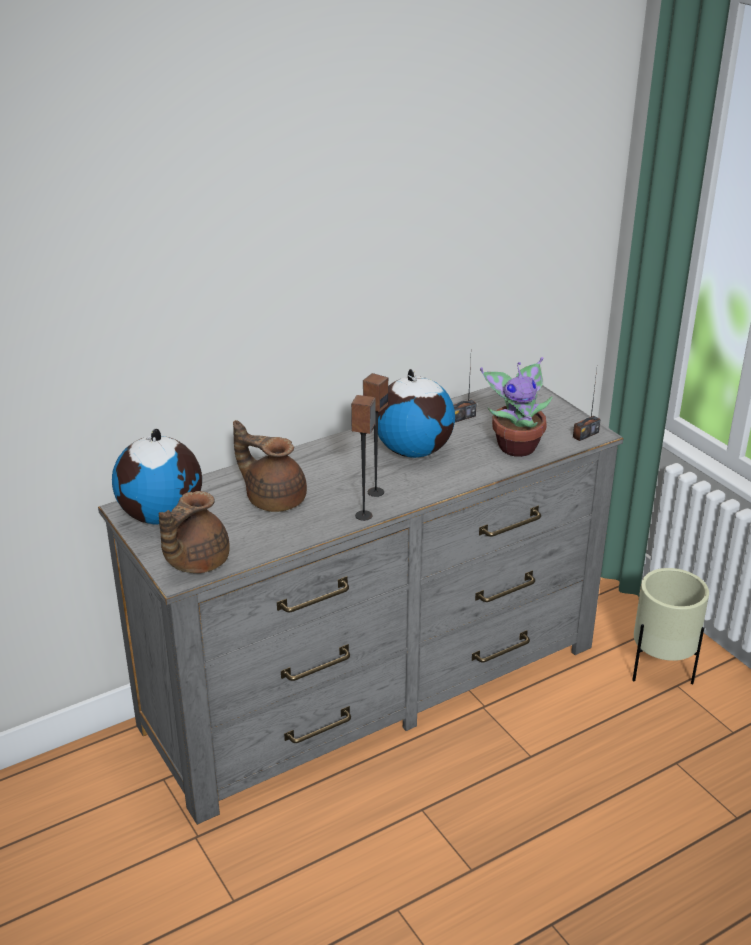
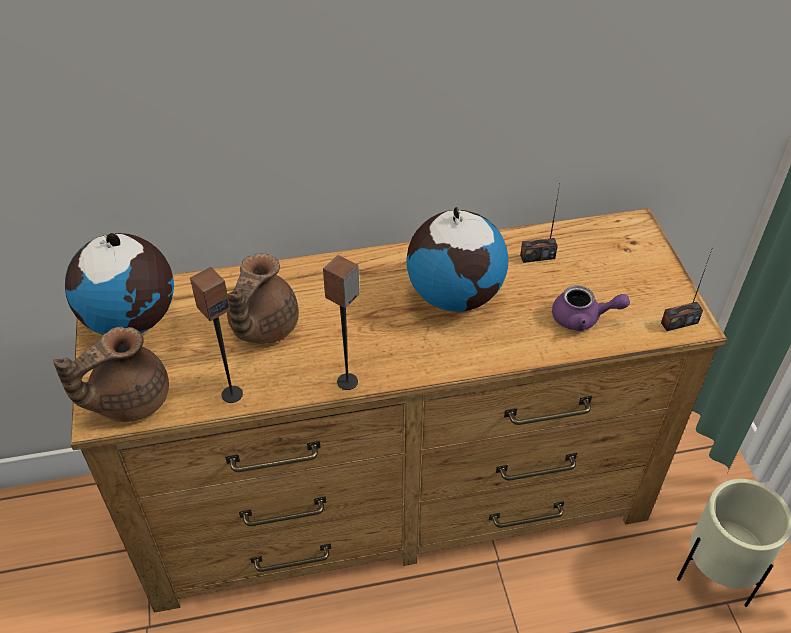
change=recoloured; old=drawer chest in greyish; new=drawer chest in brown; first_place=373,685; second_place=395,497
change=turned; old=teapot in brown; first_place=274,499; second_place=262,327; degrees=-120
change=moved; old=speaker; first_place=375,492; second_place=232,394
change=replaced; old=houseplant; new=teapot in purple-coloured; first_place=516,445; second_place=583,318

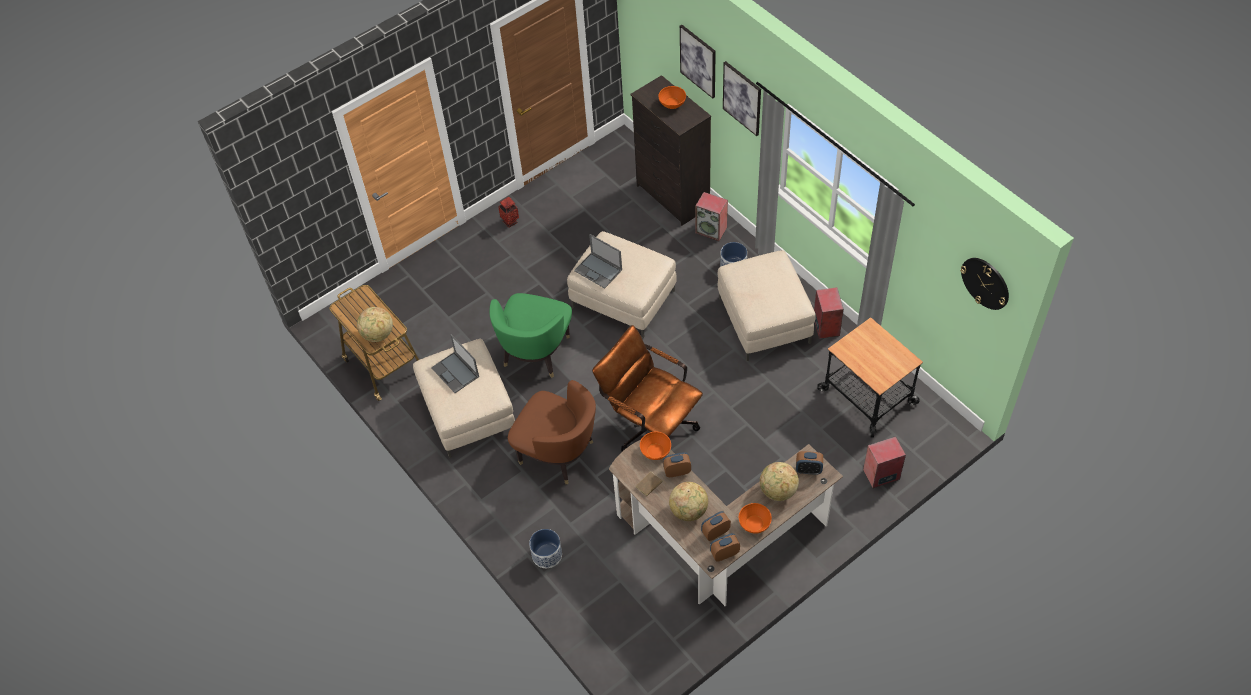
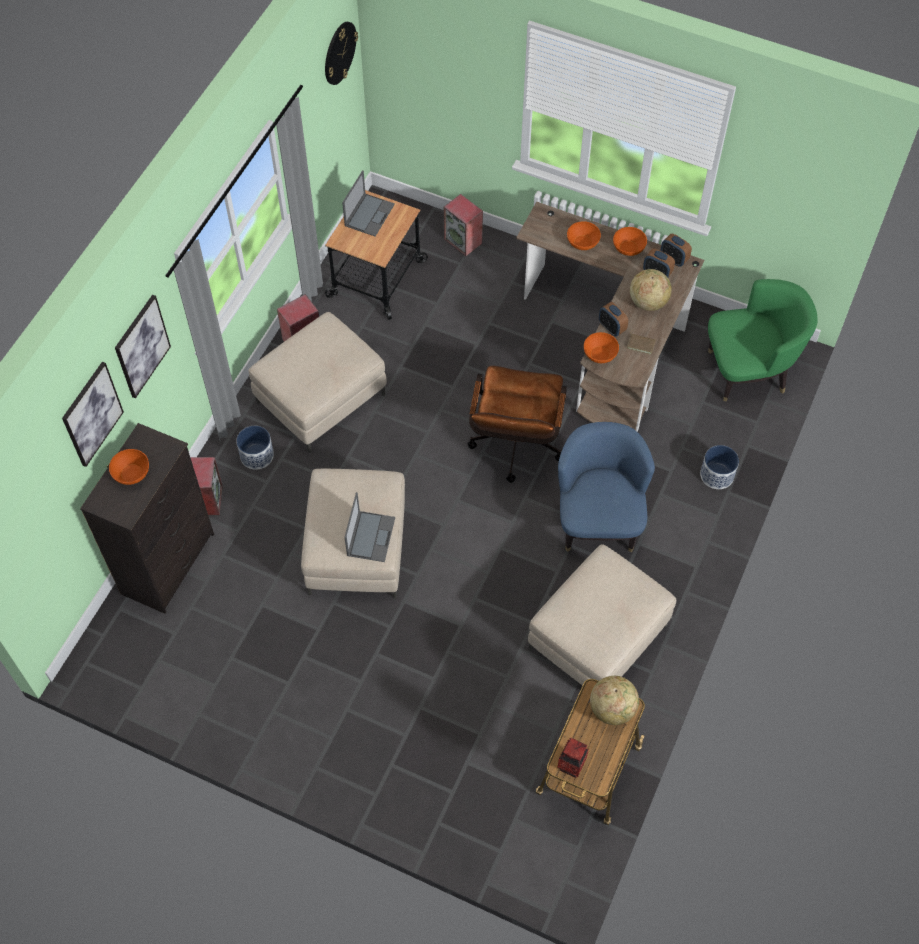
change=moved; old=notebook computer; first_place=455,372; second_place=369,214
change=moved; old=easy chair in greenish; first_place=536,353; second_place=748,371
change=moved; old=vase; first_place=510,222; second_place=571,766
change=recoloured; old=easy chair in brown; new=easy chair in blue; first_place=558,453; second_place=598,519
change=replaced; old=desk globe; new=serving bowl in orange-coloured; first_place=778,491; second_place=583,242
change=removed; old=bedside clock; first_place=808,469

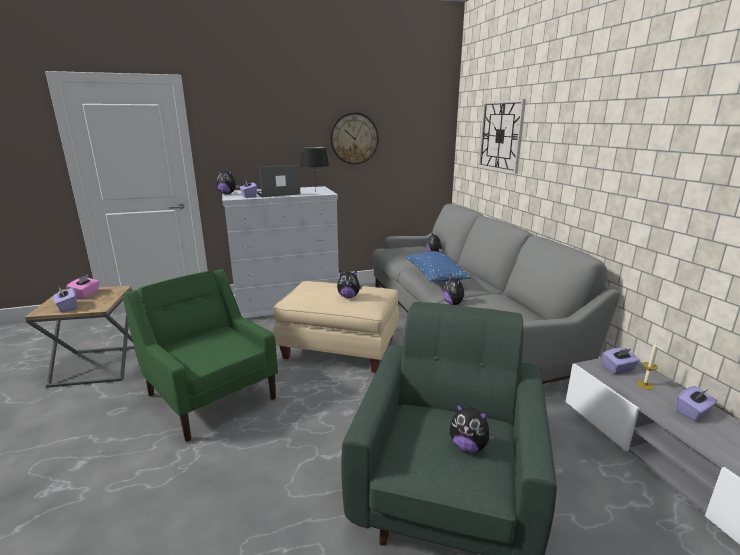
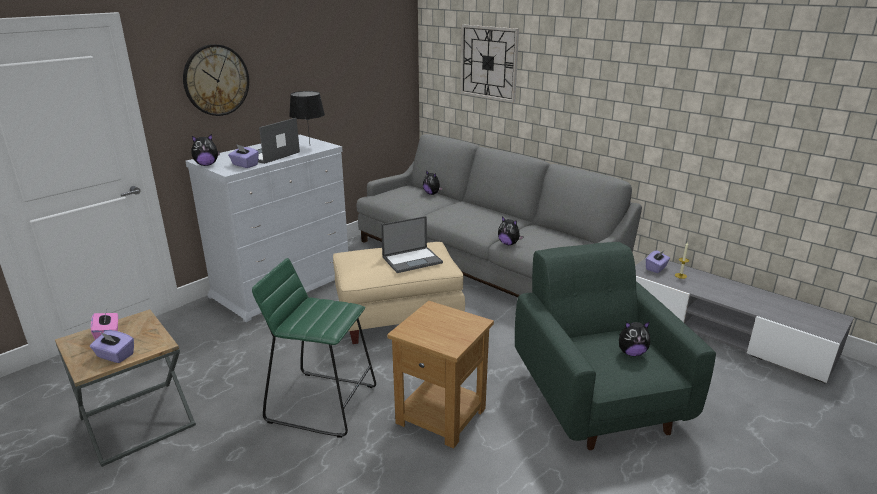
change=replaced; old=easy chair in greenish; new=stool seat in greenish; first_place=211,395; second_place=322,403
change=moved; old=clock on the wall; first_place=354,138; second_place=216,80
change=replaced; old=plush toy; new=notebook computer; first_place=348,296; second_place=412,260
change=removed; old=pillow in blue; first_place=435,277
change=removed; old=tissue holder in purple-coloured; first_place=693,412
change=added; new=end table in brown; second_place=442,416

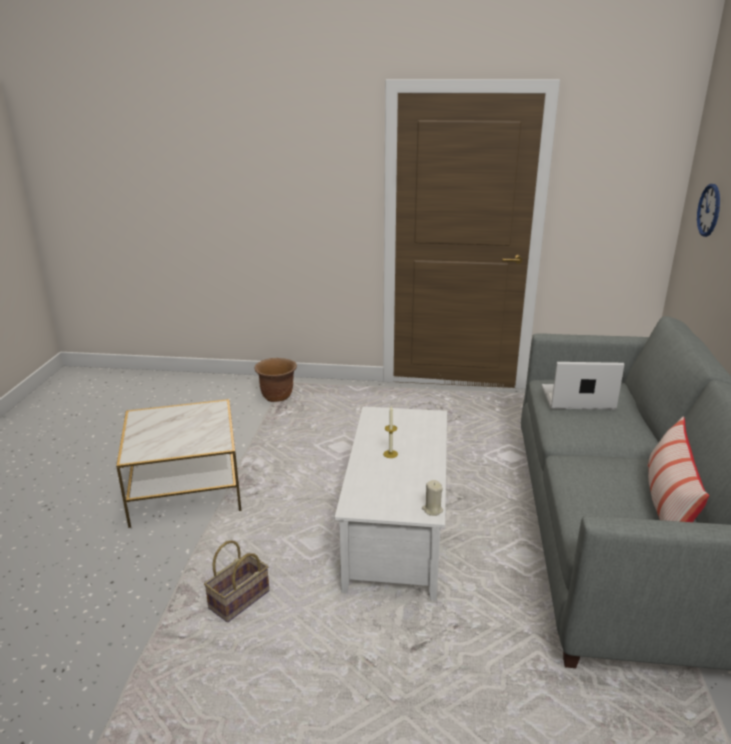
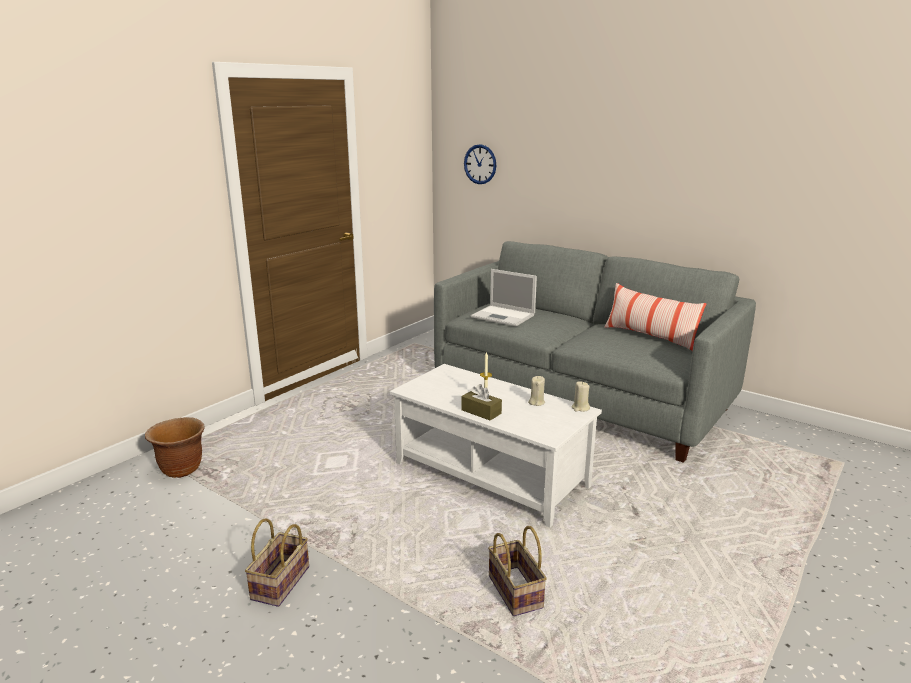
change=replaced; old=end table; new=household basket; first_place=186,488; second_place=281,584
change=turned; old=notebook computer; first_place=576,398; second_place=504,316; degrees=-90
change=added; new=tissue holder in brown; second_place=481,412
change=added; new=candle in beige-coloured; second_place=536,402

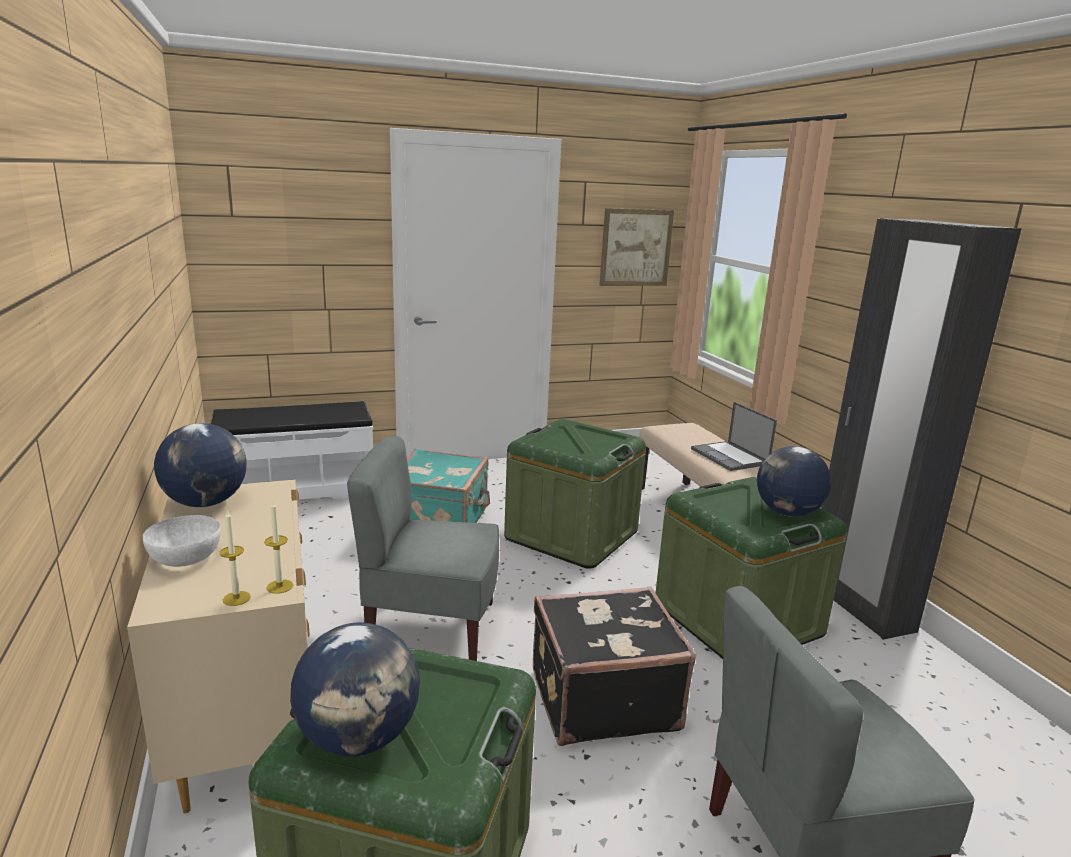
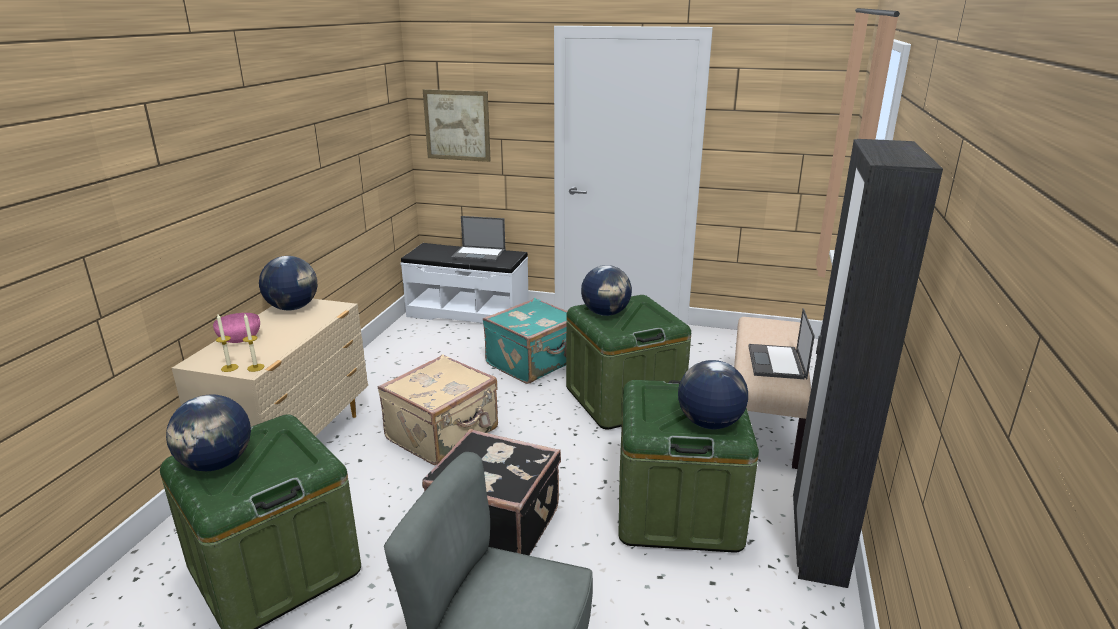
change=recoloured; old=serving bowl in white; new=serving bowl in pinkish; first_place=185,559; second_place=239,339
change=replaced; old=upright chair in greyish; new=piece of luggage in beige-coloured; first_place=431,628; second_place=444,434
change=moved; old=wall picture; first_place=636,248; second_place=457,125
change=added; new=notebook computer; second_place=479,254
change=added; new=desk globe; second_place=606,313

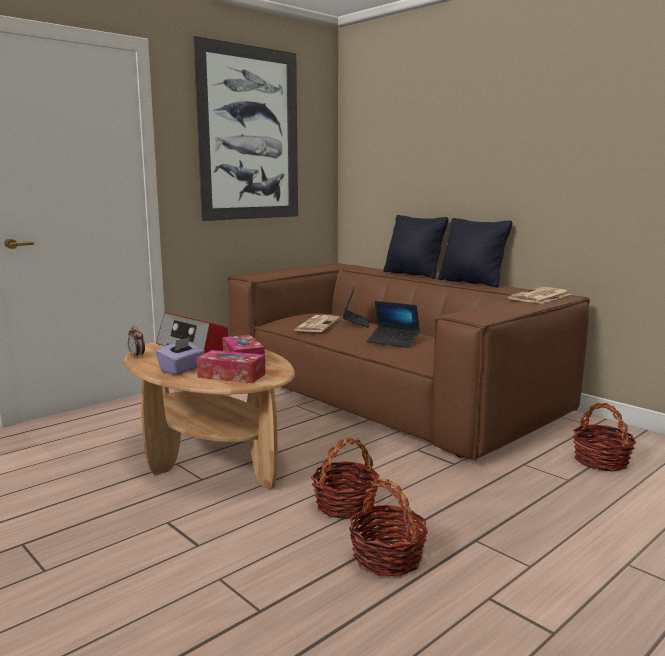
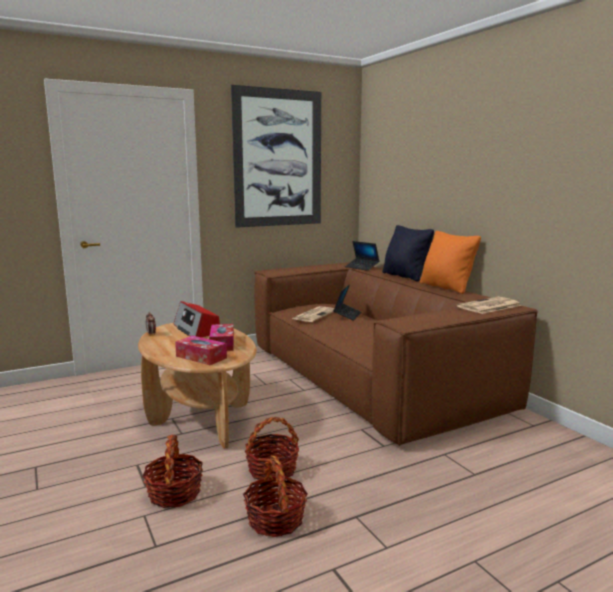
change=removed; old=tissue holder in purple-coloured; first_place=182,370
change=moved; old=notebook computer; first_place=393,341; second_place=362,267
change=recoloured; old=pillow in black; new=pillow in orange-coloured; first_place=471,282; second_place=446,287
change=moved; old=household basket; first_place=600,461; second_place=174,493

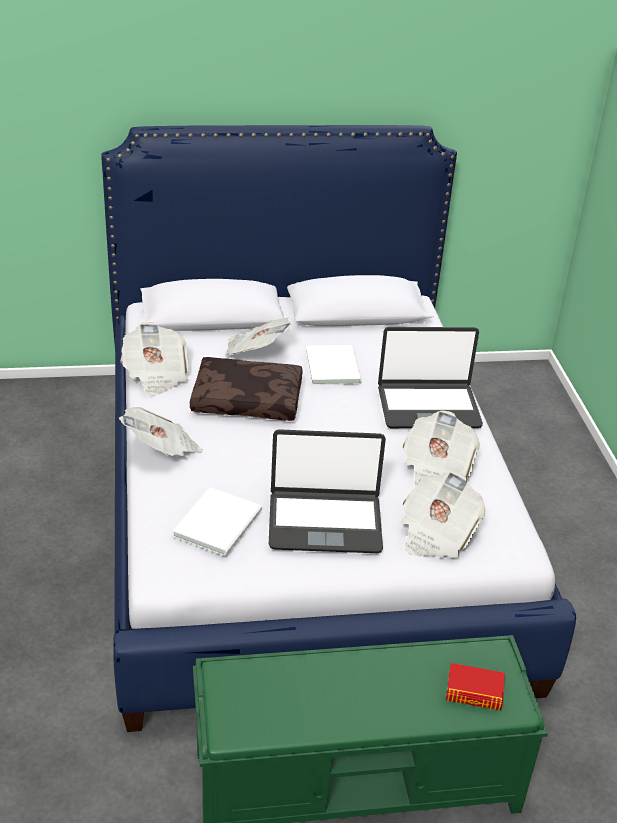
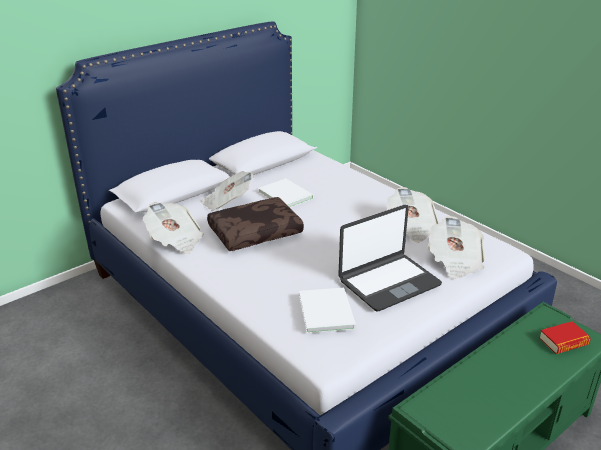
change=removed; old=daily paper; first_place=162,449
change=removed; old=notebook computer; first_place=428,407

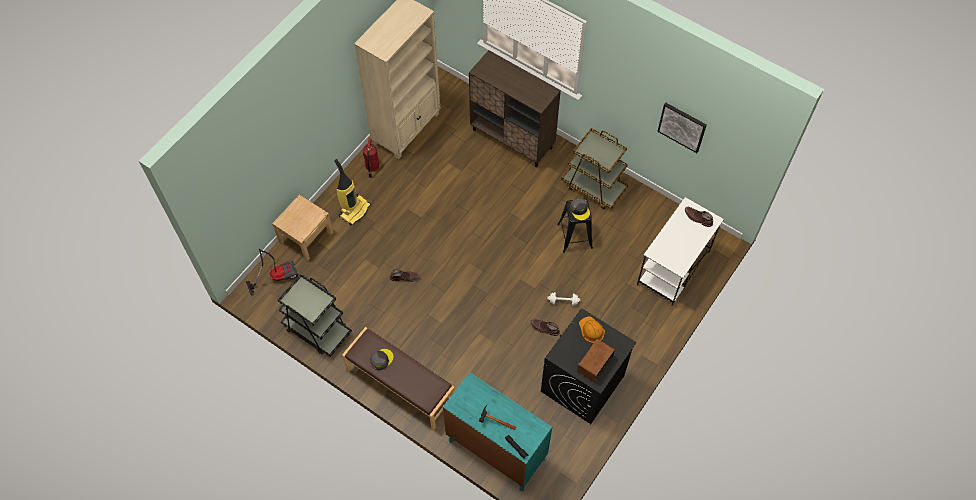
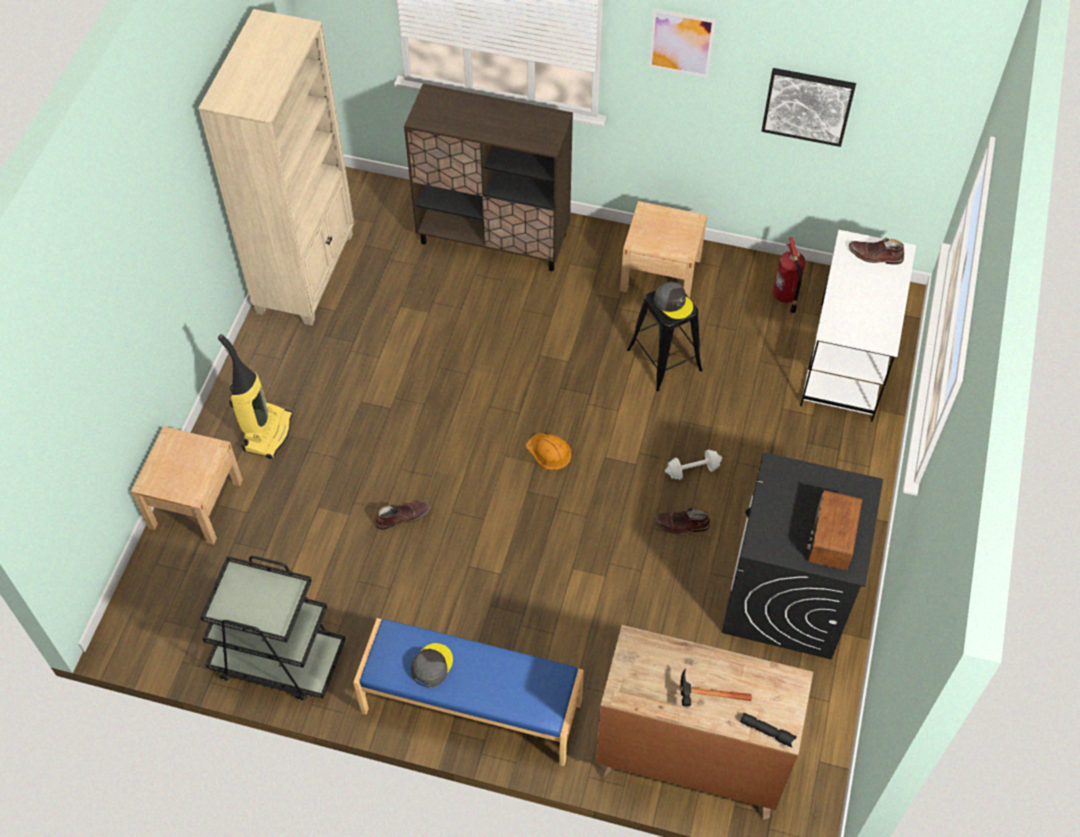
change=removed; old=hoover; first_place=276,276
change=recoloured; old=indoor bench in brown; new=indoor bench in blue; first_place=400,386; second_place=471,708
change=moved; old=extinguisher; first_place=372,167; second_place=785,296
change=recoloured; old=drawer chest in turquoise-coloured; new=drawer chest in brown; first_place=496,449; second_place=689,760
change=replaced; old=cart in brown; new=nightstand in beige-coloured; first_place=594,187; second_place=660,274
change=moved; old=safety helmet in orange-coloured; first_place=591,330; second_place=549,452
change=added; new=wall picture; second_place=681,43

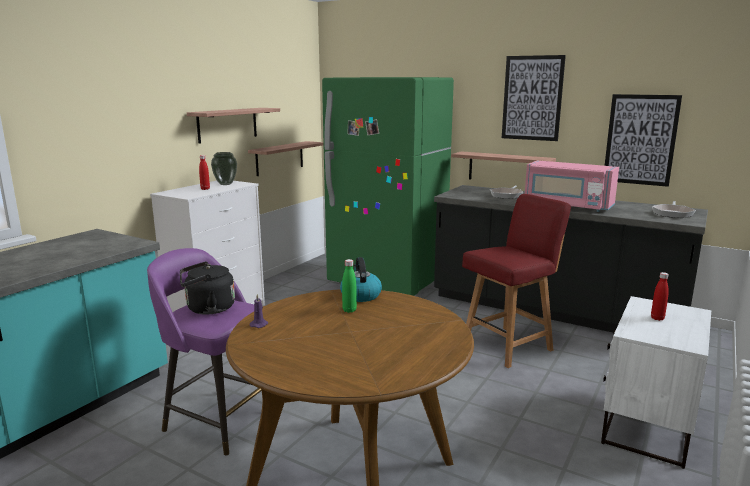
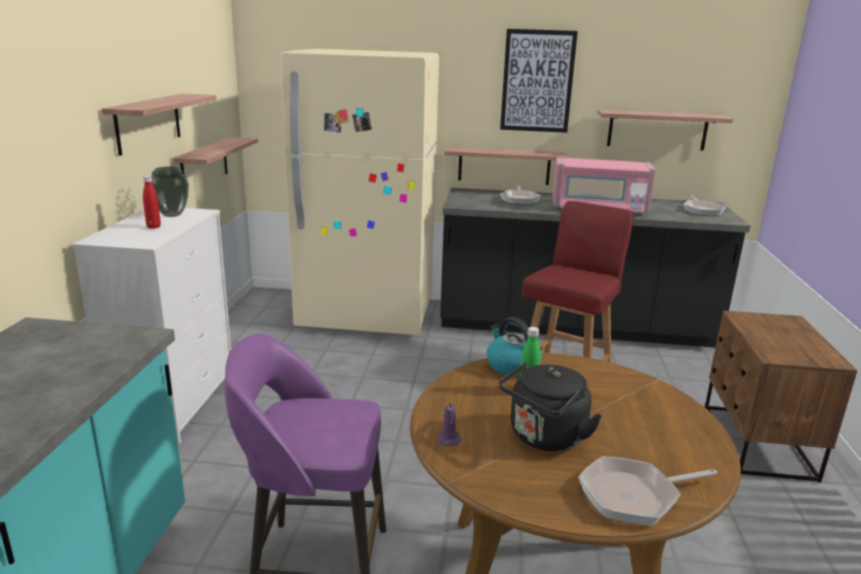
change=moved; old=kettle in black; first_place=207,309; second_place=544,438
change=recoloured; old=fridge in greenish; new=fridge in beige-coloured; first_place=387,281; second_place=367,316
change=recoloured; old=nightstand in white; new=nightstand in brown; first_place=646,425; second_place=756,443
change=replaced; old=wall picture; new=wall shelf; first_place=640,140; second_place=657,130
change=removed; old=beverage bottle in reddish; first_place=657,318
change=added; new=skillet; second_place=634,496

